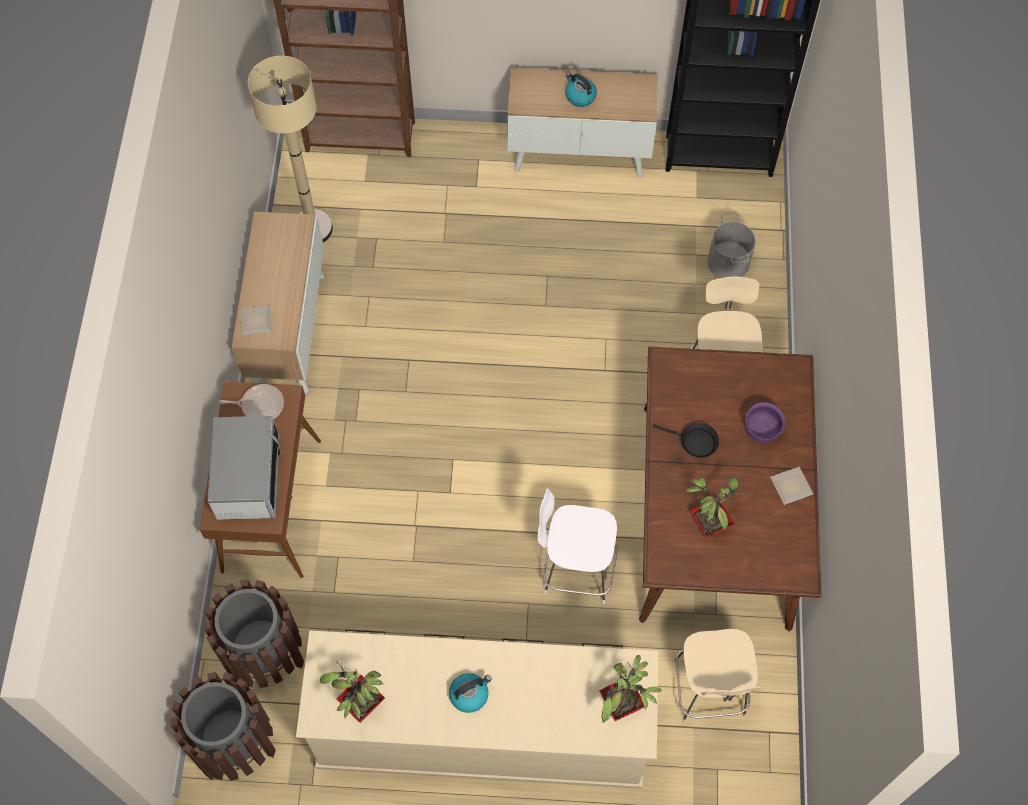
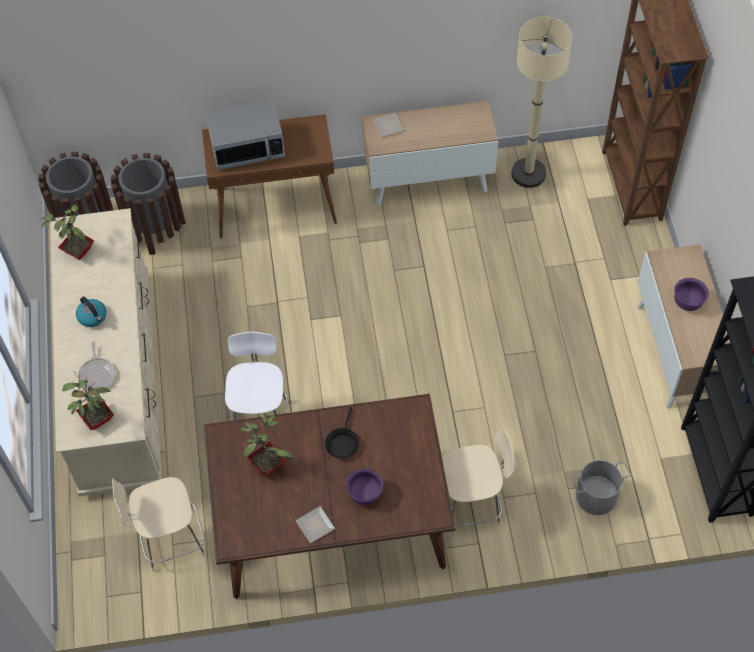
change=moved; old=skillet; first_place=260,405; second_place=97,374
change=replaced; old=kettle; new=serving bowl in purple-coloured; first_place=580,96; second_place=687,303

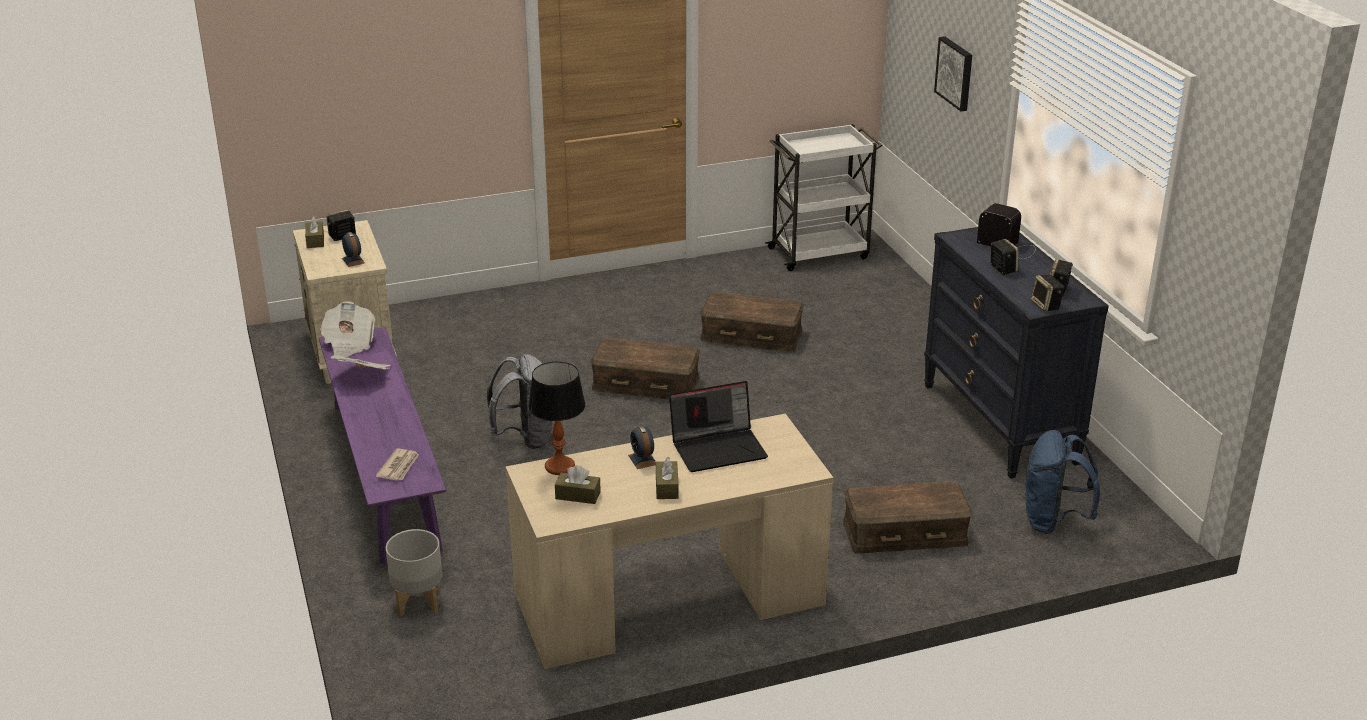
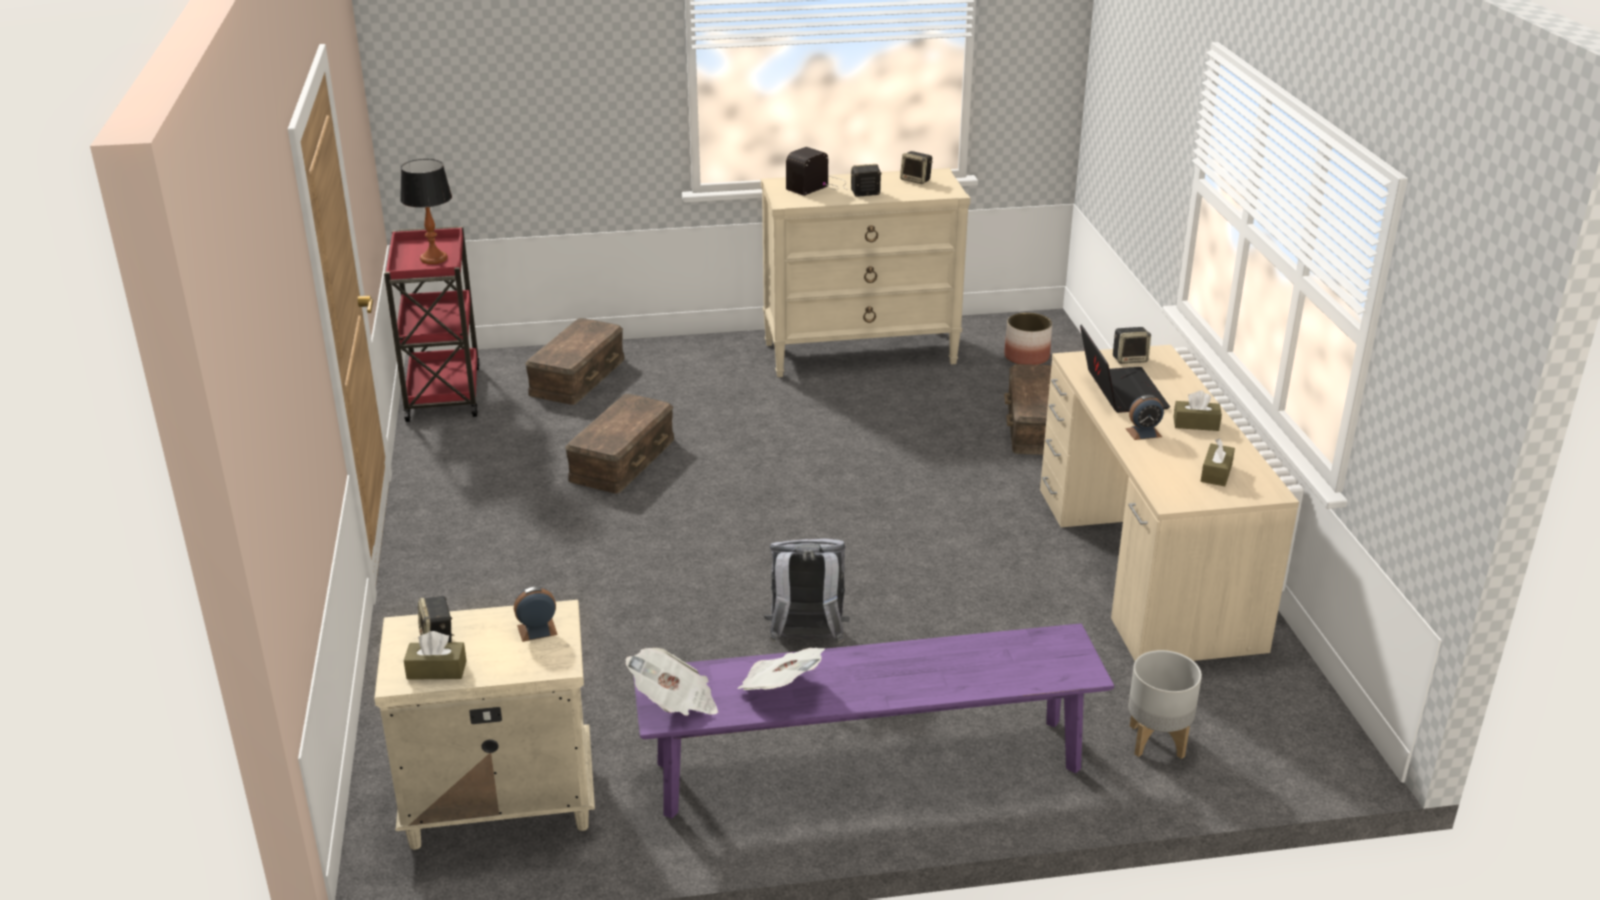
change=removed; old=daily paper; first_place=399,467
change=moved; old=tabletop lamp; first_place=560,466; second_place=433,259
change=moved; old=storage container in brown; first_place=646,383; second_place=576,376
change=recoloured; old=cart in white; new=cart in reddish; first_place=820,253; second_place=443,392
change=recoloured; old=drawer chest in black; new=drawer chest in beige-coloured; first_place=1000,424; second_place=861,353
change=removed; old=wall picture; first_place=955,73
change=replaced; old=knapsack in blue; new=planter; first_place=1053,521; second_place=1027,357
change=moved; old=speaker; first_place=1046,305; second_place=1130,359

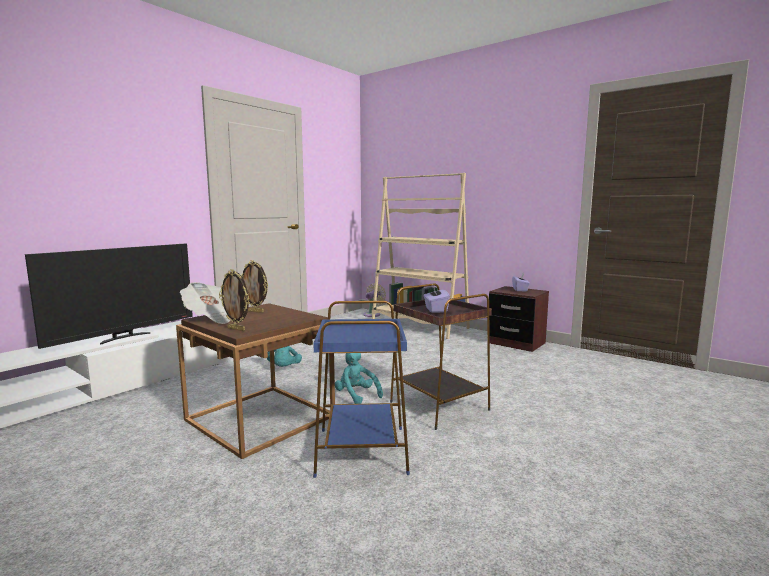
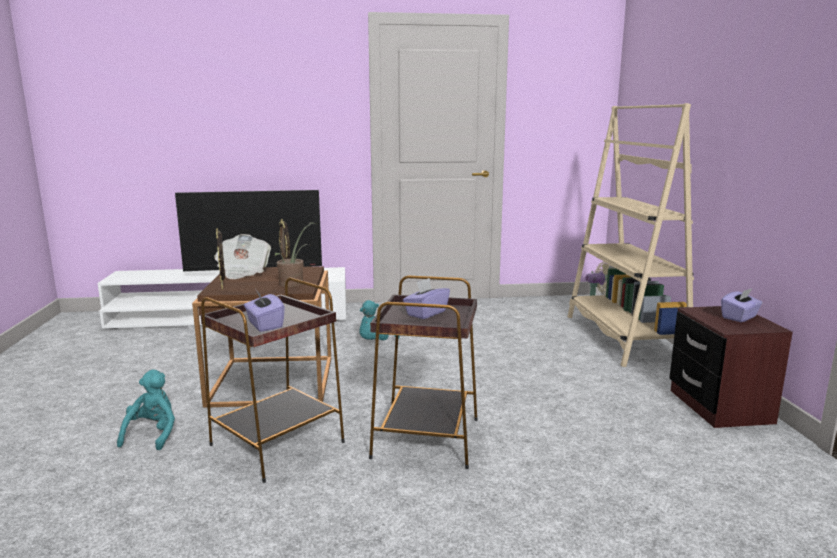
change=recoloured; old=end table in blue; new=end table in brown; first_place=361,451; second_place=276,443
change=moved; old=plush toy in turquoise-coloured; first_place=356,396; second_place=152,434
change=added; new=tissue holder in purple-coloured; second_place=264,325
change=added; new=houseplant; second_place=295,283

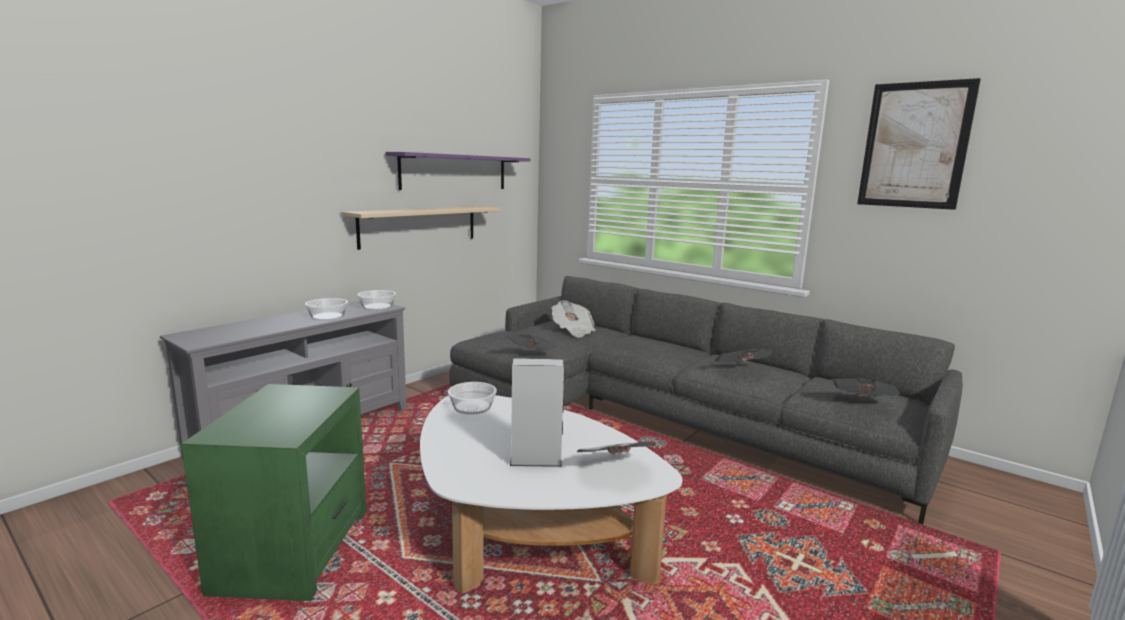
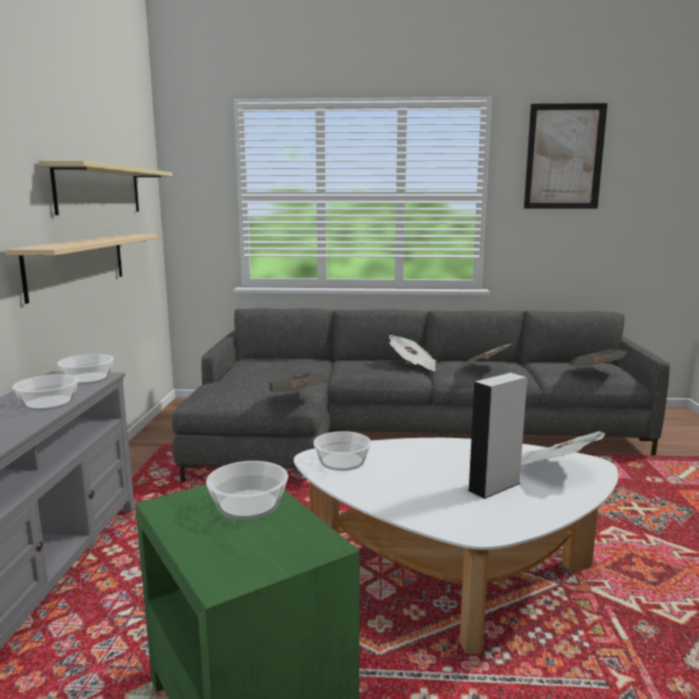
change=recoloured; old=wall shelf in purple-coloured; new=wall shelf in beige-coloured; first_place=455,172; second_place=100,190
change=moved; old=daily paper; first_place=573,331; second_place=413,366
change=added; new=serving bowl; second_place=249,504

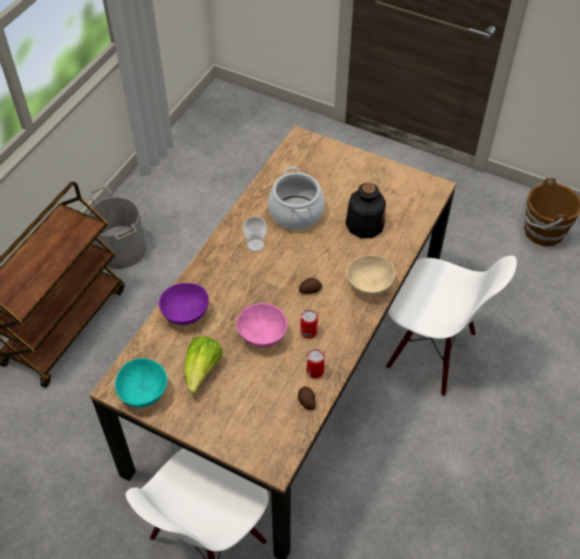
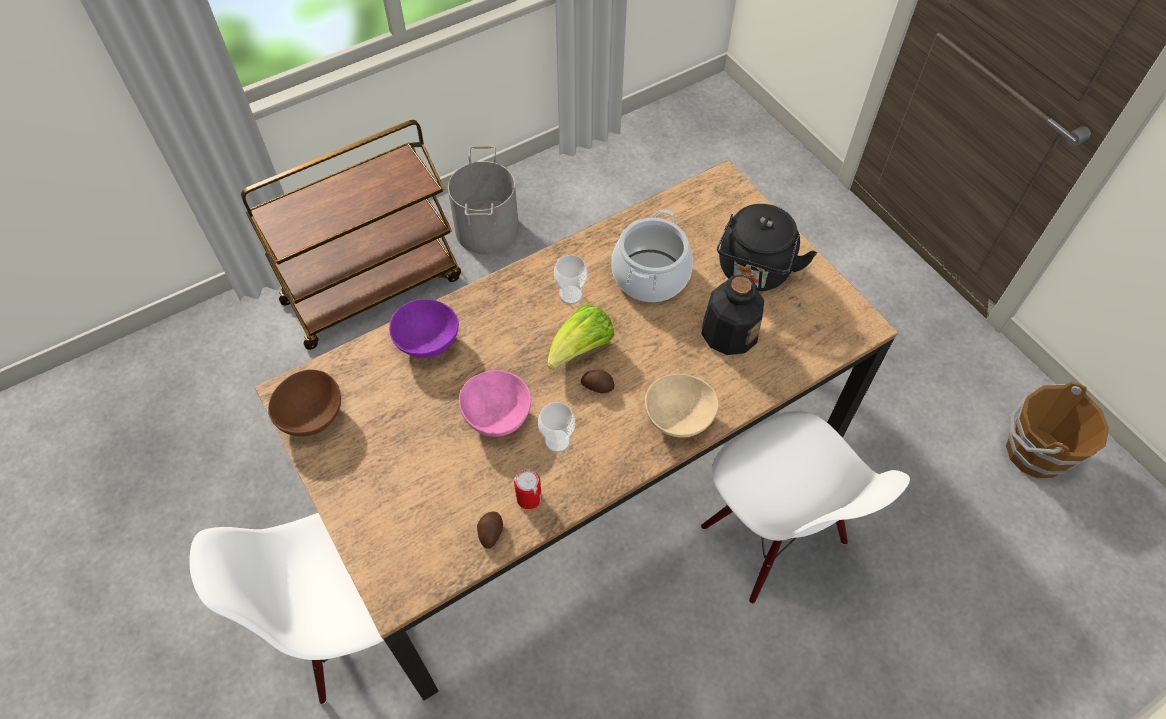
change=recoloured; old=serving bowl in turquoise-coloured; new=serving bowl in brown; first_place=144,392; second_place=314,416
change=moved; old=lettuce; first_place=202,371; second_place=580,349
change=replaced; old=metal can; new=cup; first_place=308,332; second_place=557,441
change=added; new=kettle in black; second_place=753,273

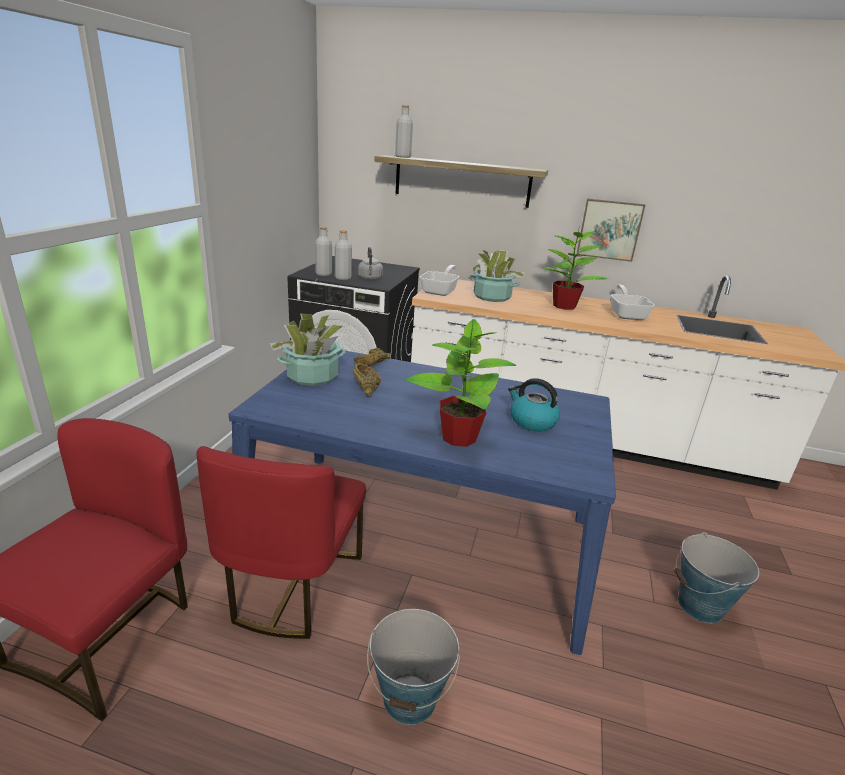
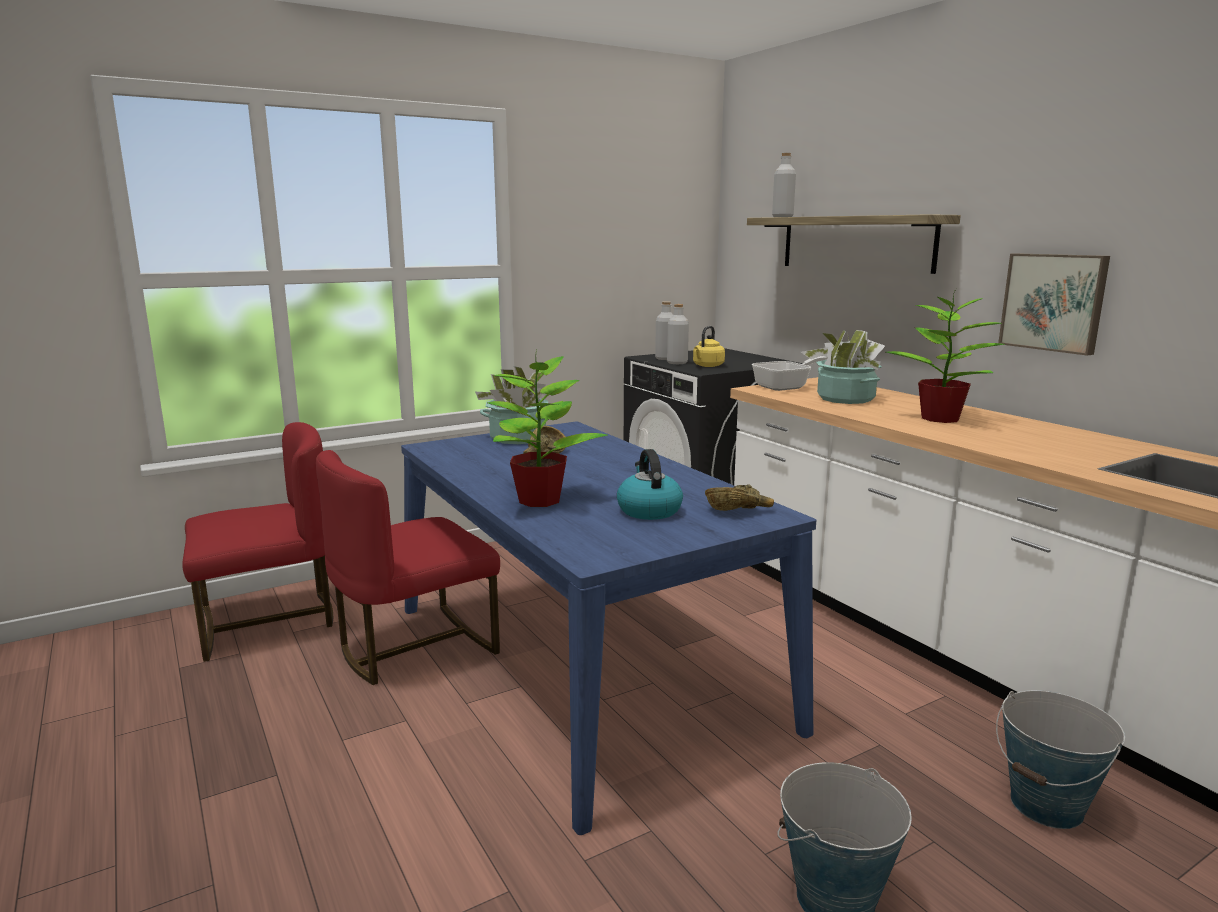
change=moved; old=serving bowl in brown; first_place=372,365; second_place=738,511
change=recoloured; old=kettle in greyish; new=kettle in yellow; first_place=370,279; second_place=707,366
change=moved; old=bucket; first_place=410,699; second_place=1047,805
change=removed; old=skillet; first_place=627,314

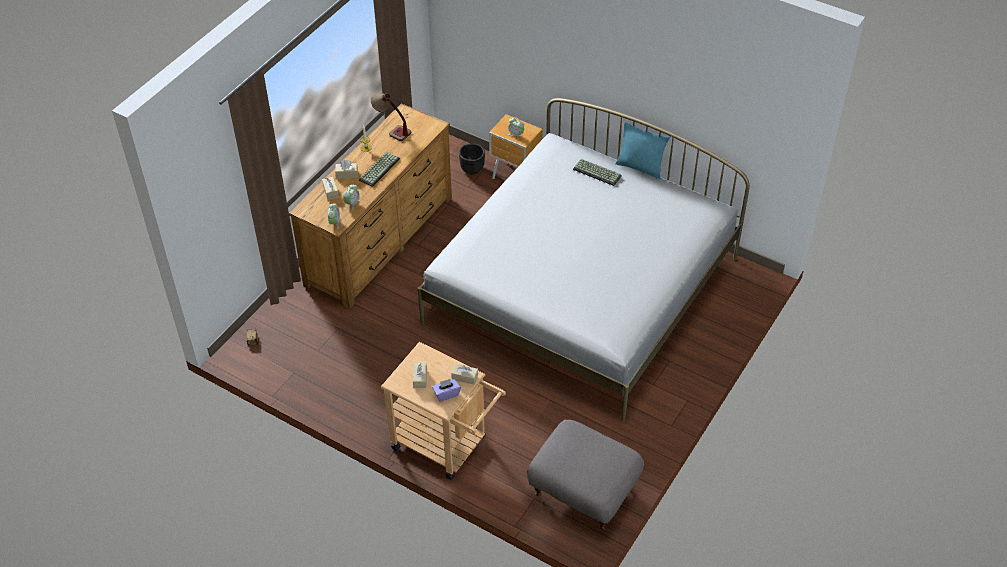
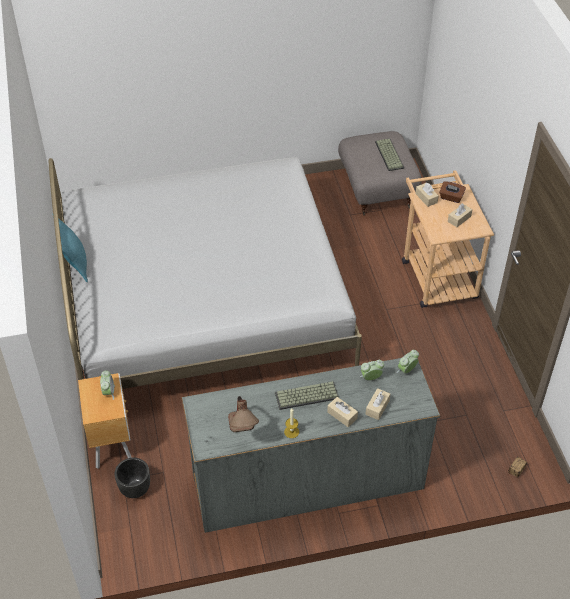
change=recoloured; old=drawer chest in brown; new=drawer chest in greyish; first_place=380,240; second_place=307,480
change=recoloured; old=tissue holder in purple-coloured; new=tissue holder in brown; first_place=446,394; second_place=451,197
change=moved; old=PC keyboard; first_place=598,172; second_place=388,155

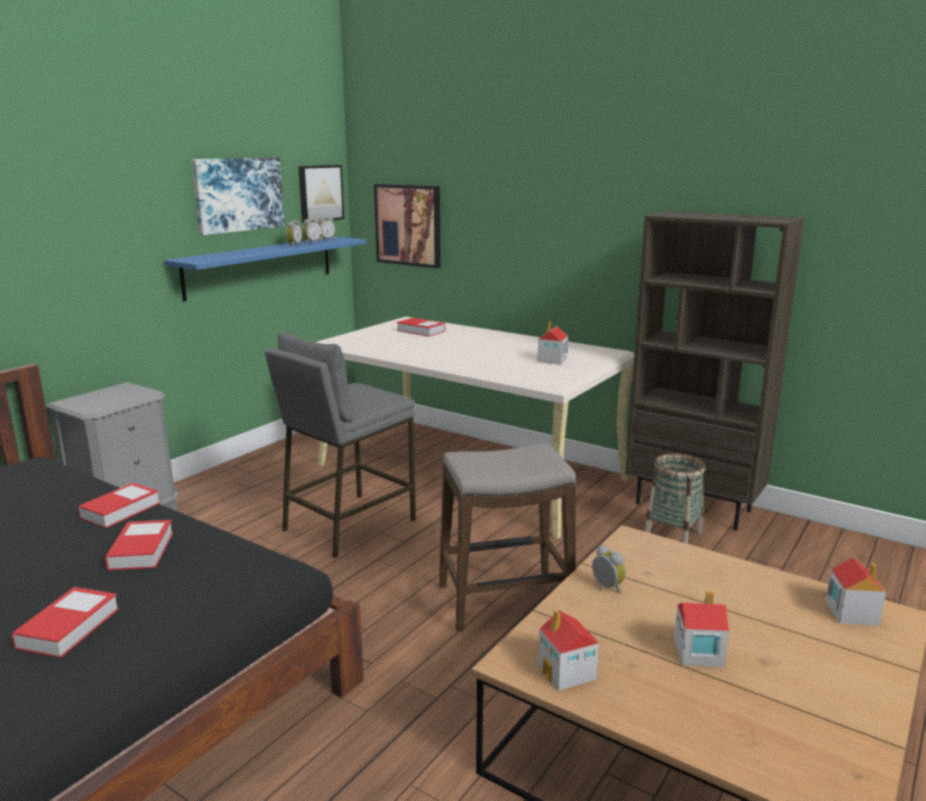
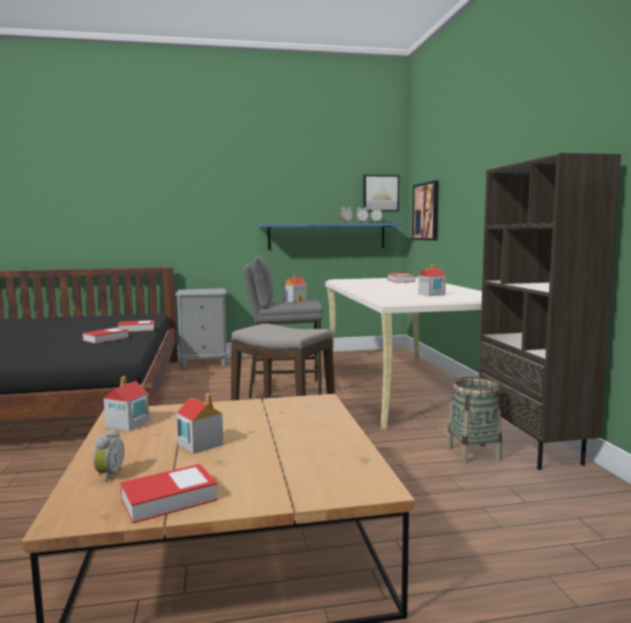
change=moved; old=book; first_place=68,628; second_place=169,499
change=removed; old=wall picture; first_place=238,194
change=moved; old=bedside clock; first_place=605,588; second_place=108,475
change=moved; old=toy house; first_place=851,612; second_place=295,300

